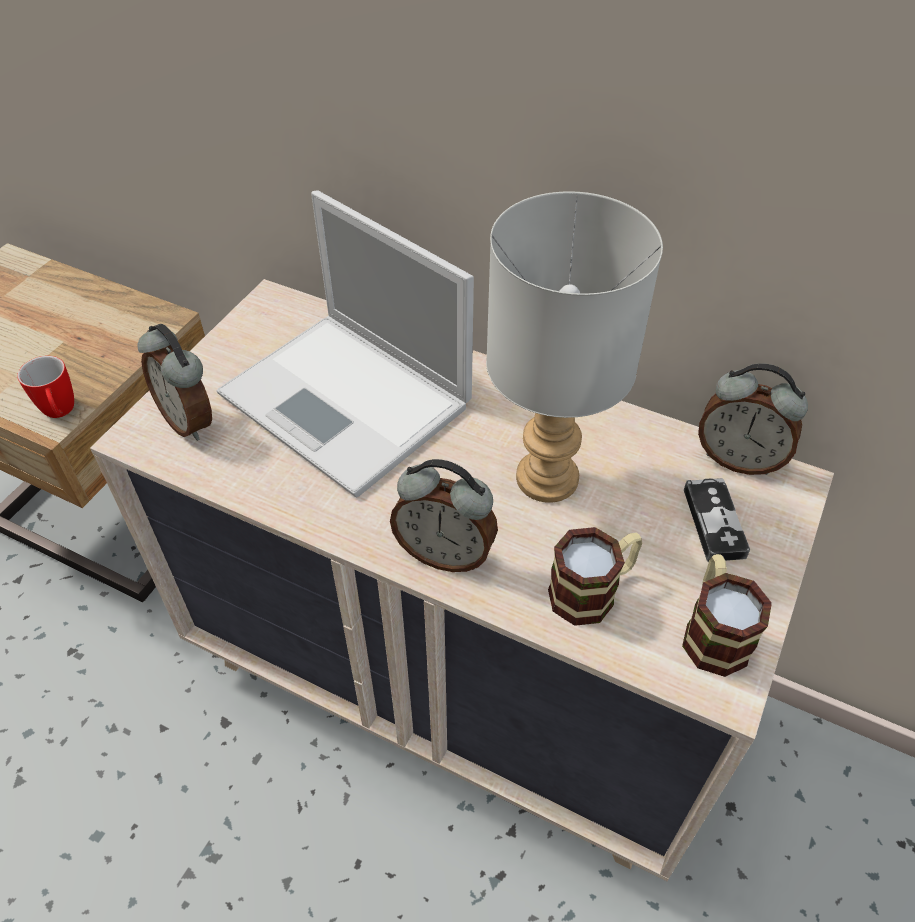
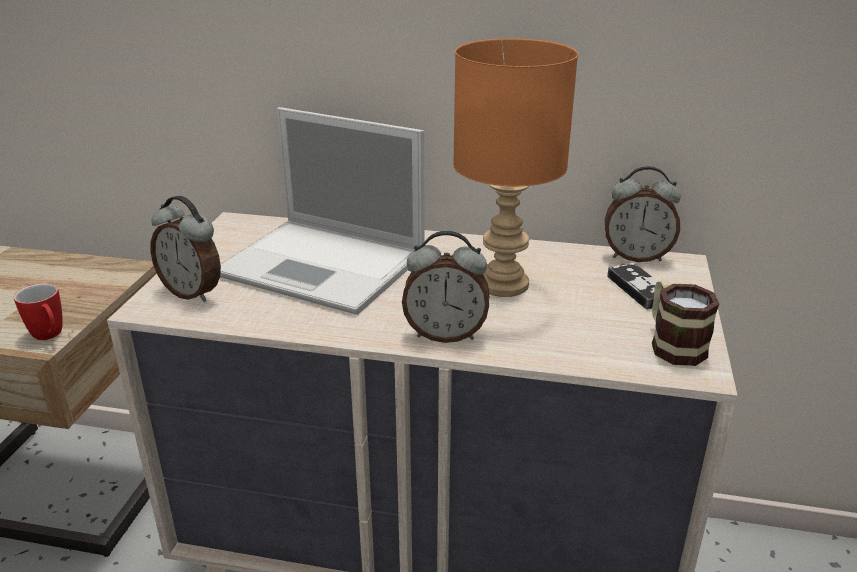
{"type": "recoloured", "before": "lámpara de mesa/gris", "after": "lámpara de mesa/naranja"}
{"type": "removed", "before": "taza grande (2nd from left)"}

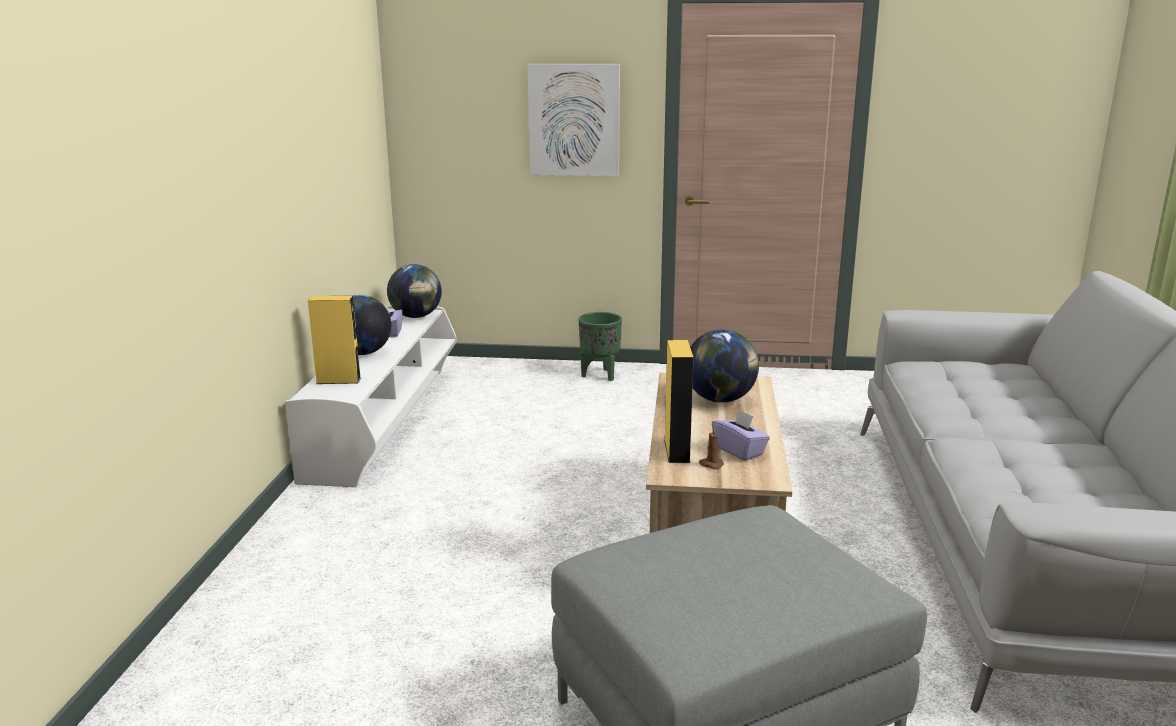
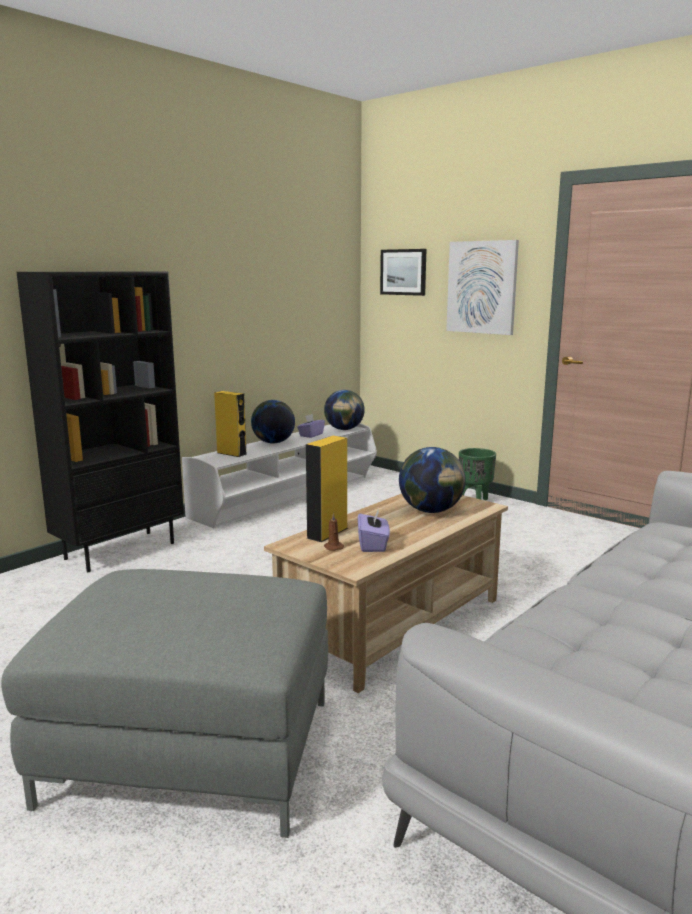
{"type": "added", "after": "estantería/negro"}
{"type": "added", "after": "cuadro (1st from left)"}

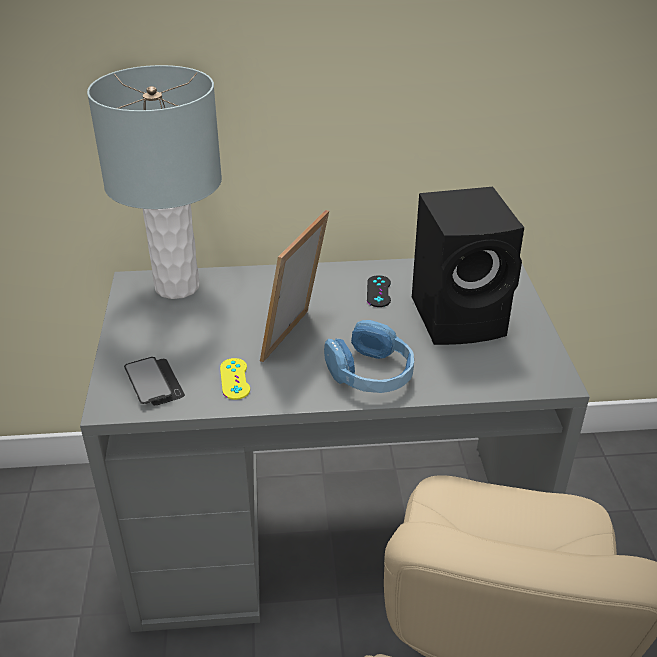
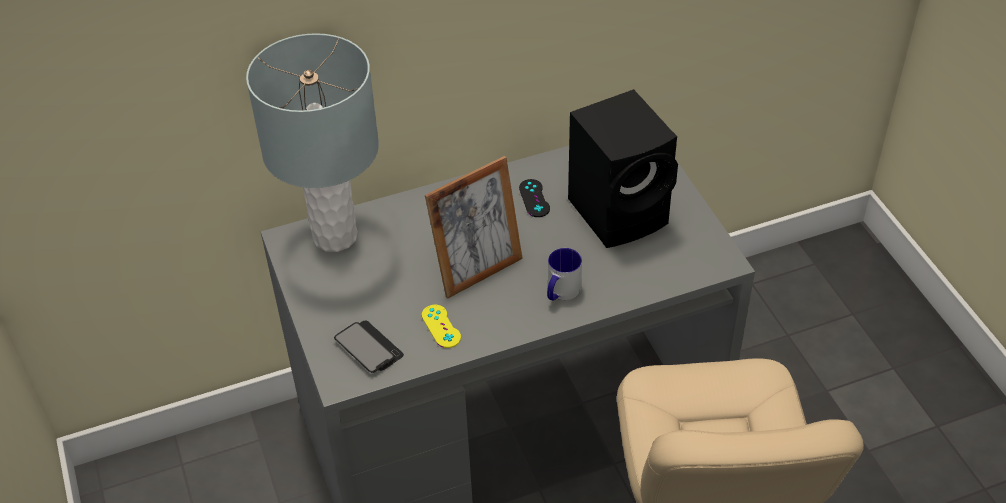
{"type": "turned", "before": "portarretratos", "turn": -135}
{"type": "replaced", "before": "auriculares/azul", "after": "taza grande"}

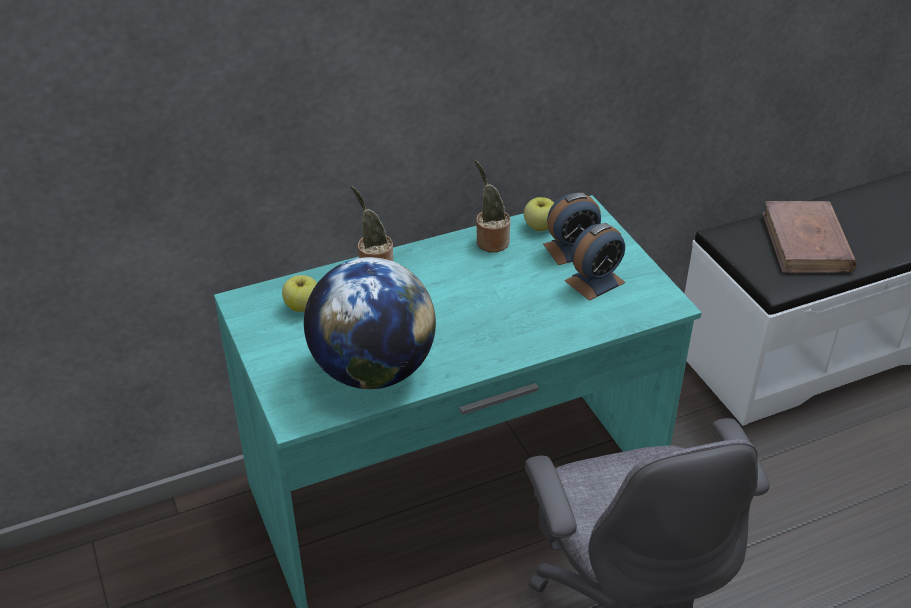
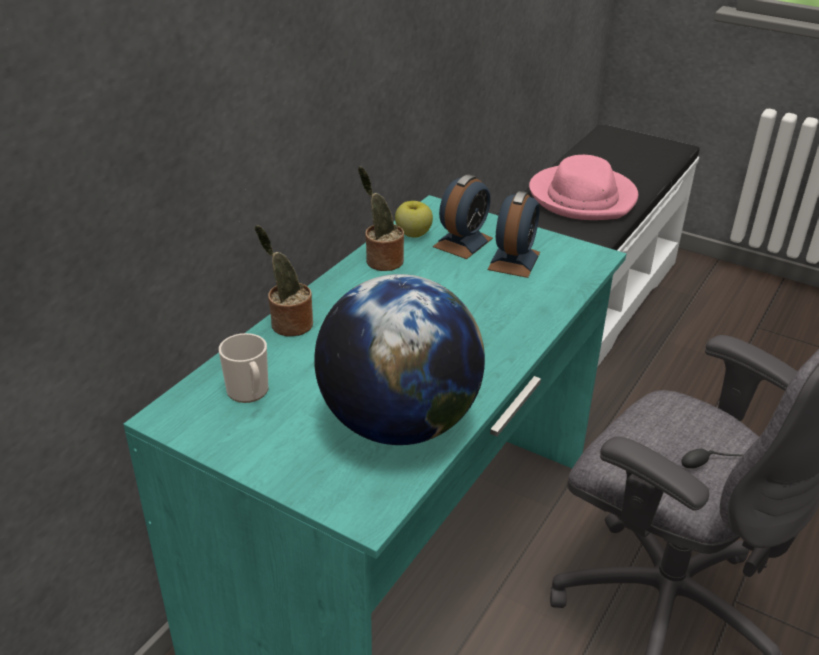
{"type": "replaced", "before": "manzana (1st from left)", "after": "taza grande"}
{"type": "replaced", "before": "libro/marrón", "after": "sombrero/rosa"}

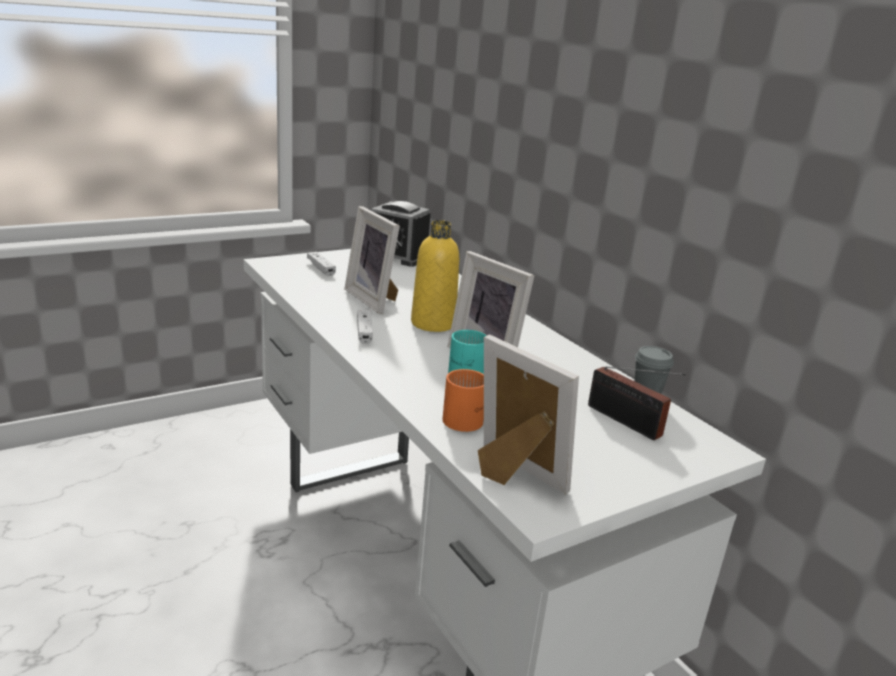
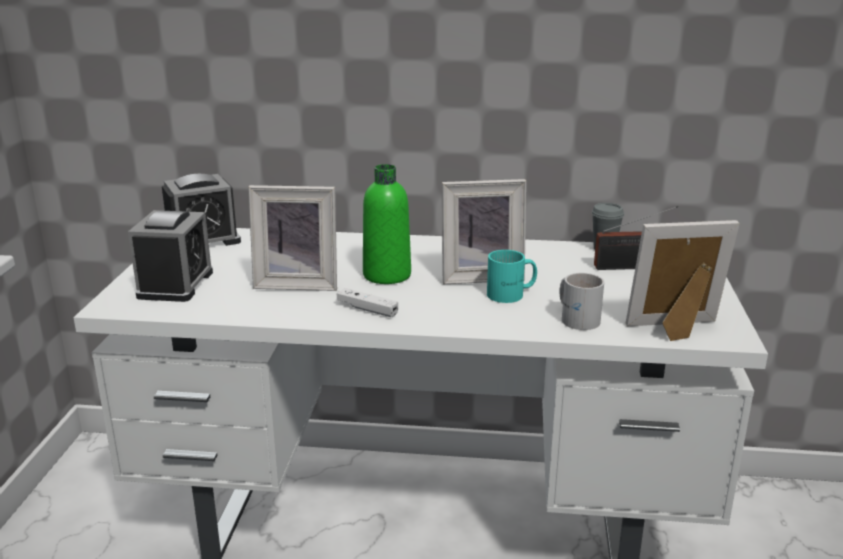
{"type": "replaced", "before": "mando de consola/blanco (1st from left)", "after": "despertador (1st from left)"}
{"type": "recoloured", "before": "botella/amarillo", "after": "botella/verde"}
{"type": "recoloured", "before": "taza grande/naranja", "after": "taza grande/blanco"}

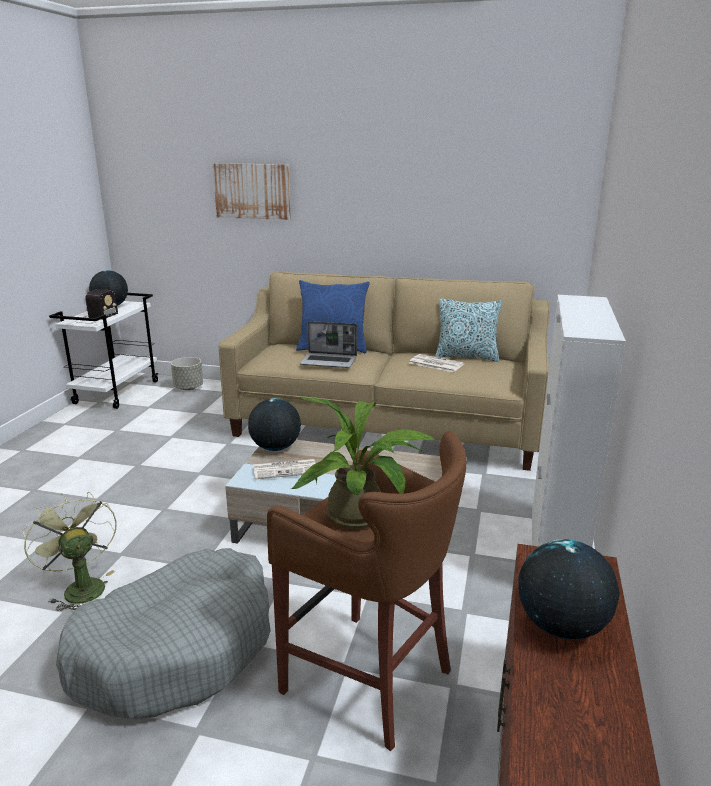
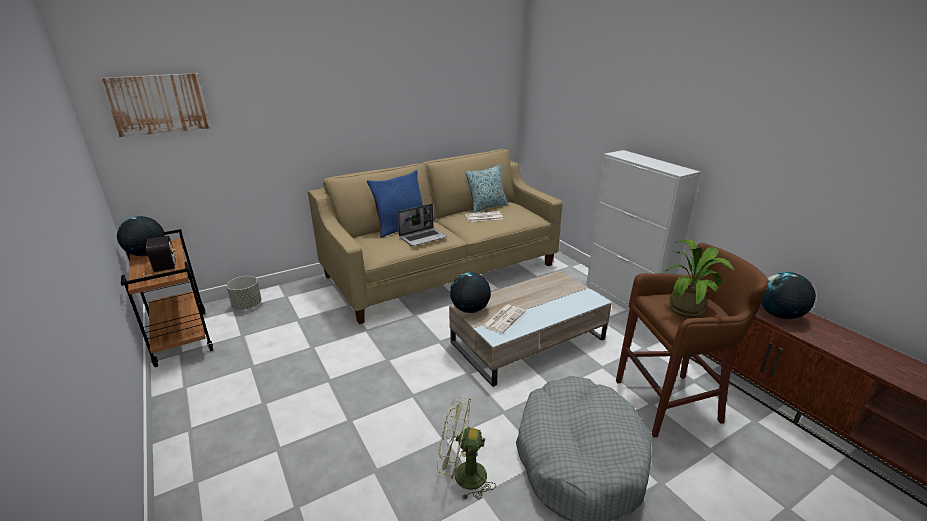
{"type": "moved", "before": "cuadro"}
{"type": "recoloured", "before": "carrito/blanco", "after": "carrito/marrón"}

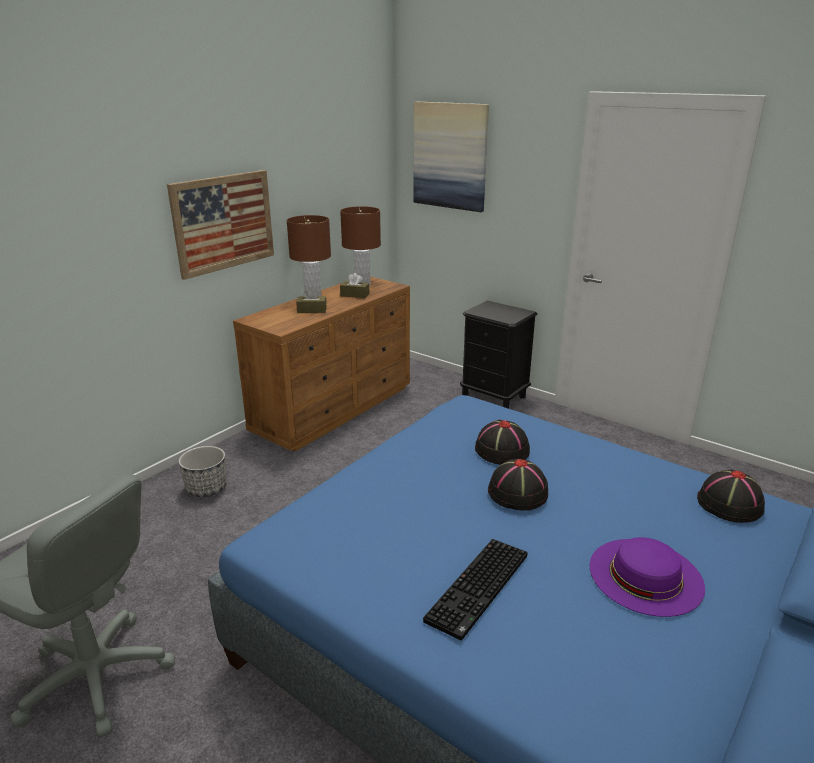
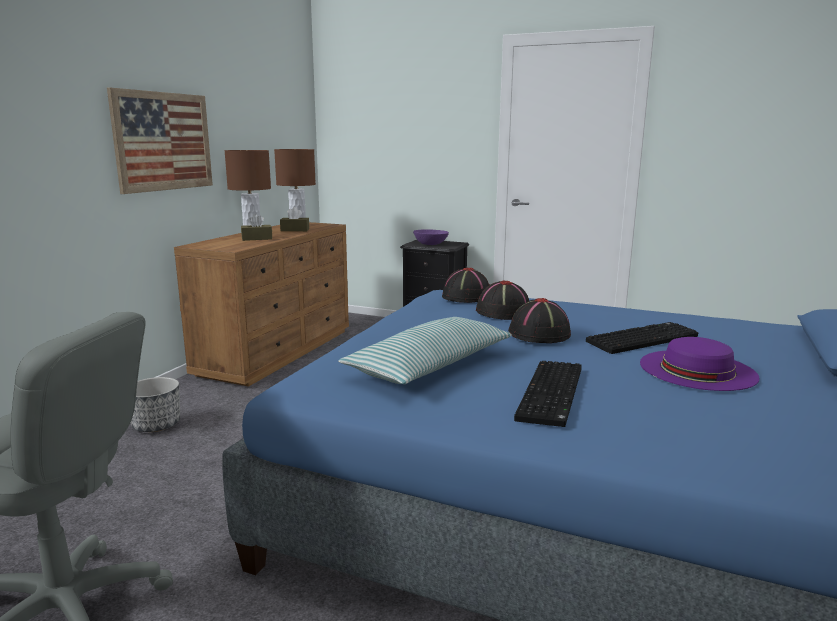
{"type": "added", "after": "cojín"}
{"type": "added", "after": "cuenco/morado"}
{"type": "moved", "before": "sombrero/negro (3rd from left in the first image)", "after": "sombrero/negro (1st from left)"}
{"type": "added", "after": "teclado (2nd from left)"}
{"type": "removed", "before": "cuadro (2nd from left)"}

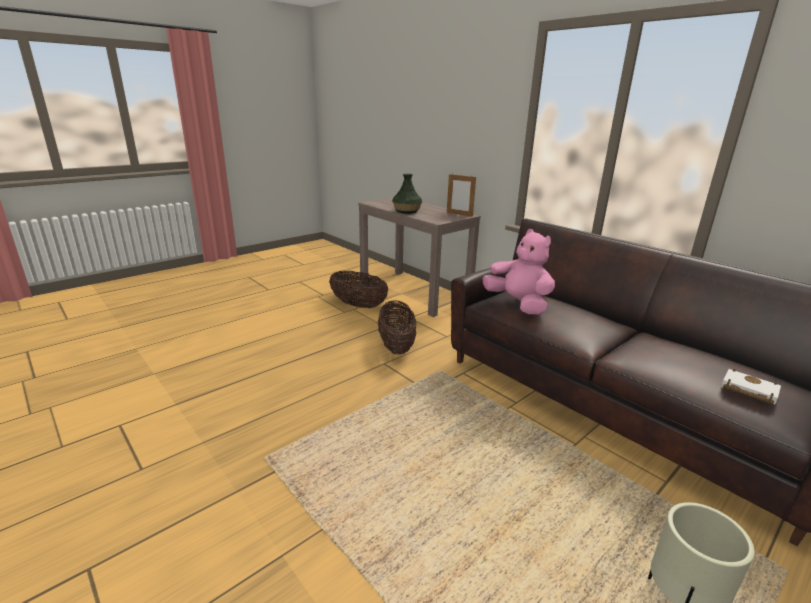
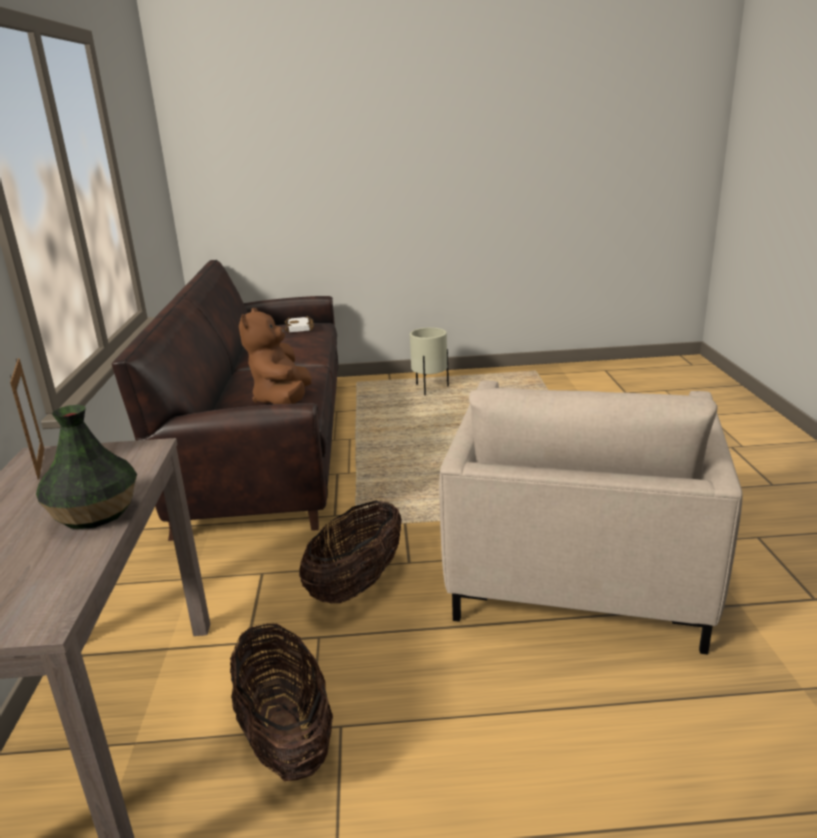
{"type": "recoloured", "before": "peluche/rosa", "after": "peluche/marrón"}
{"type": "added", "after": "sillón/beis"}

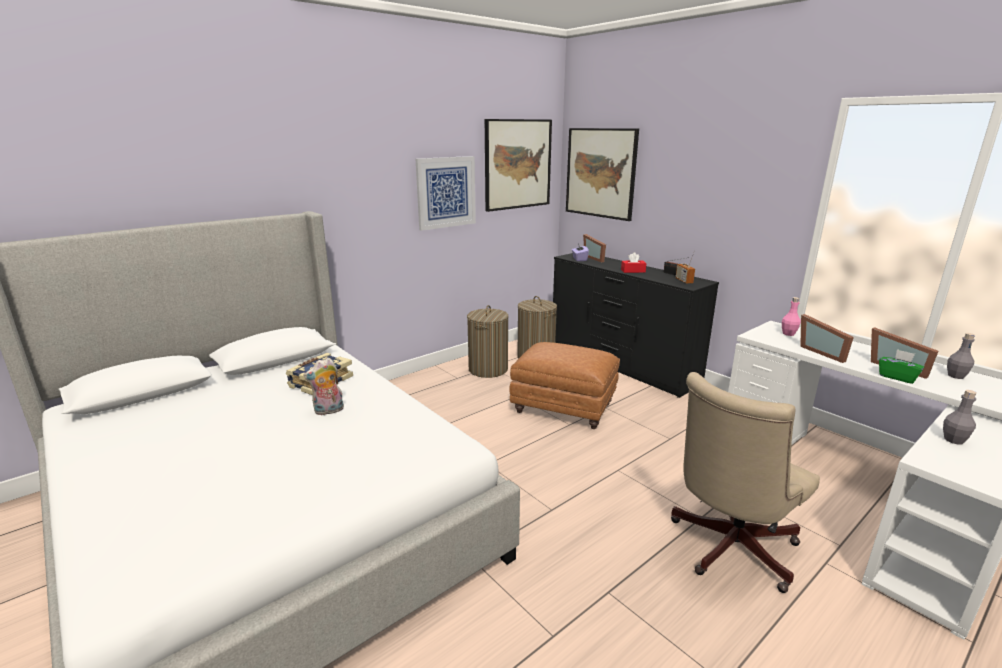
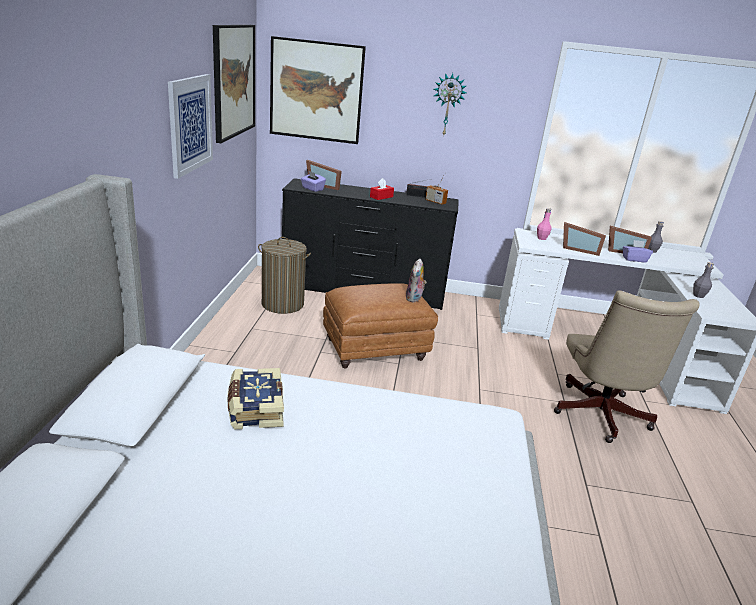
{"type": "moved", "before": "peluche"}
{"type": "added", "after": "reloj de pared"}
{"type": "recoloured", "before": "caja de pañuelos/verde", "after": "caja de pañuelos/morado (2nd from left)"}
{"type": "removed", "before": "cesto de la ropa (1st from left)"}

